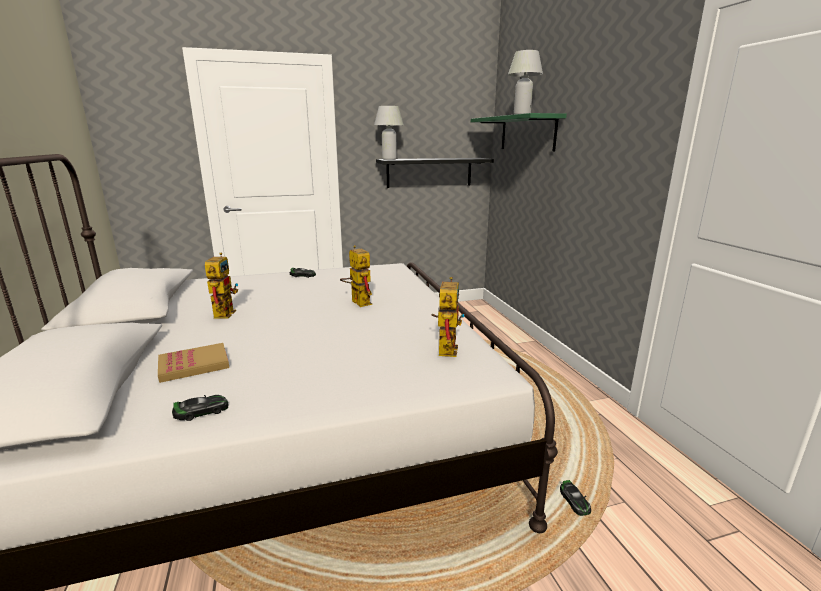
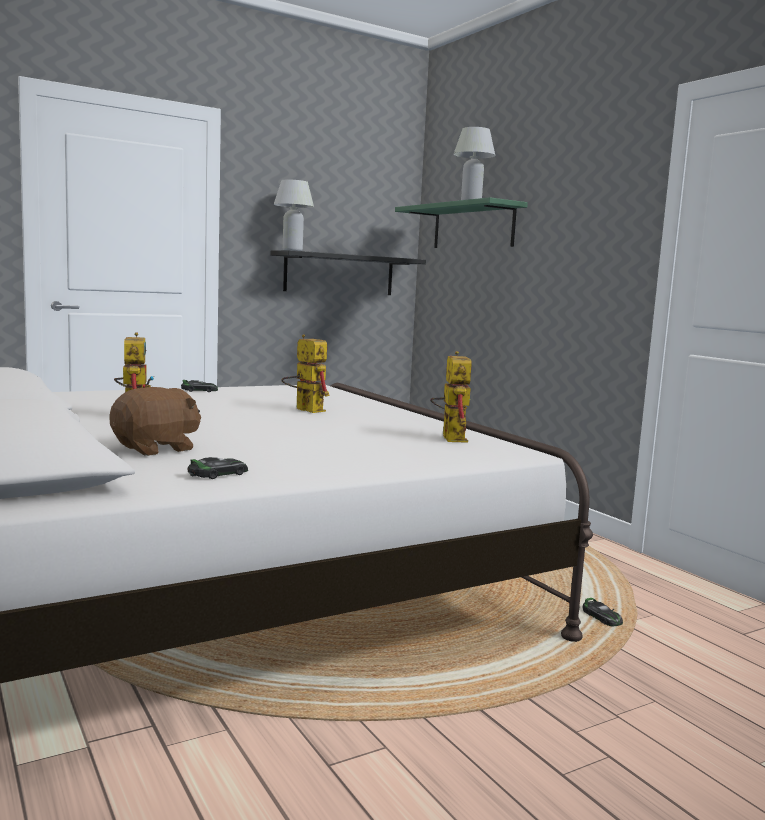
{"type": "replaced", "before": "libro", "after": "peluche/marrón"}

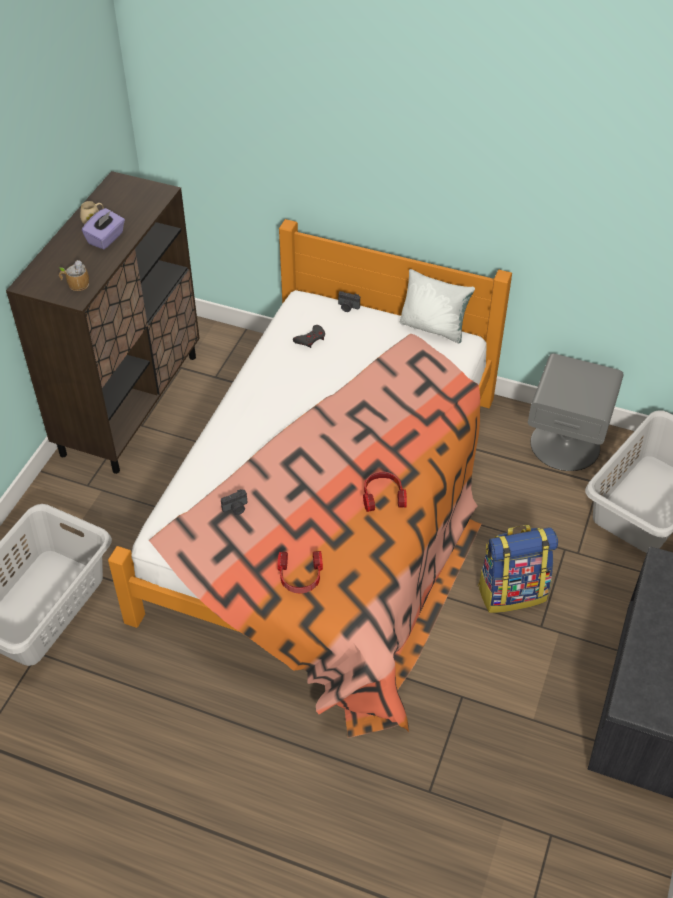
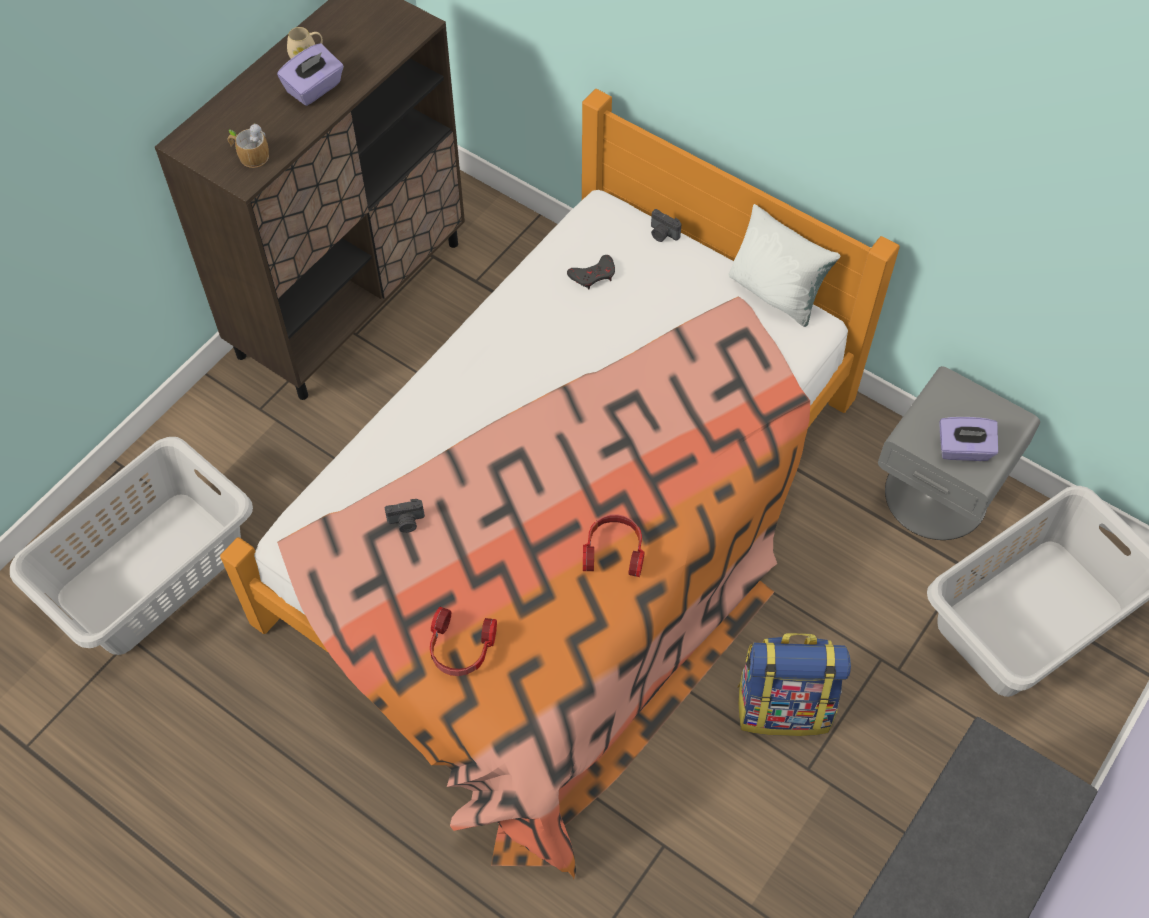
{"type": "added", "after": "caja de pañuelos/morado (2nd from left)"}

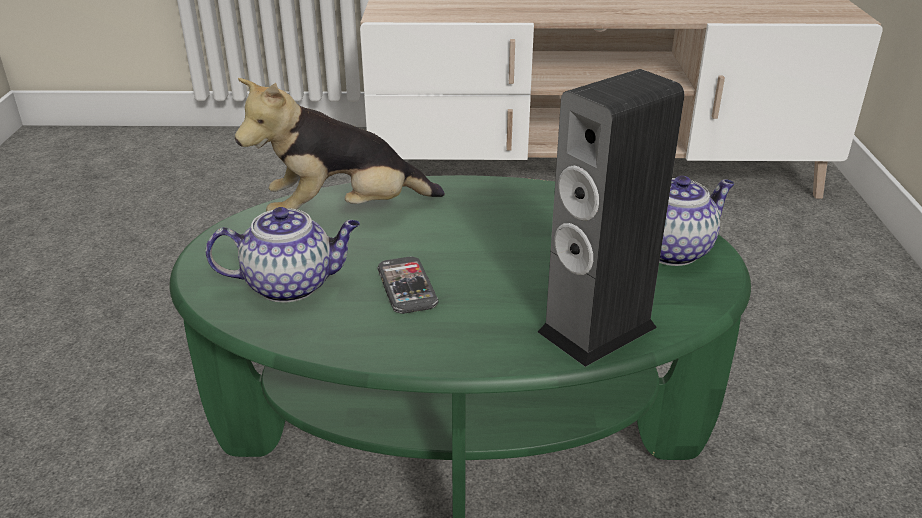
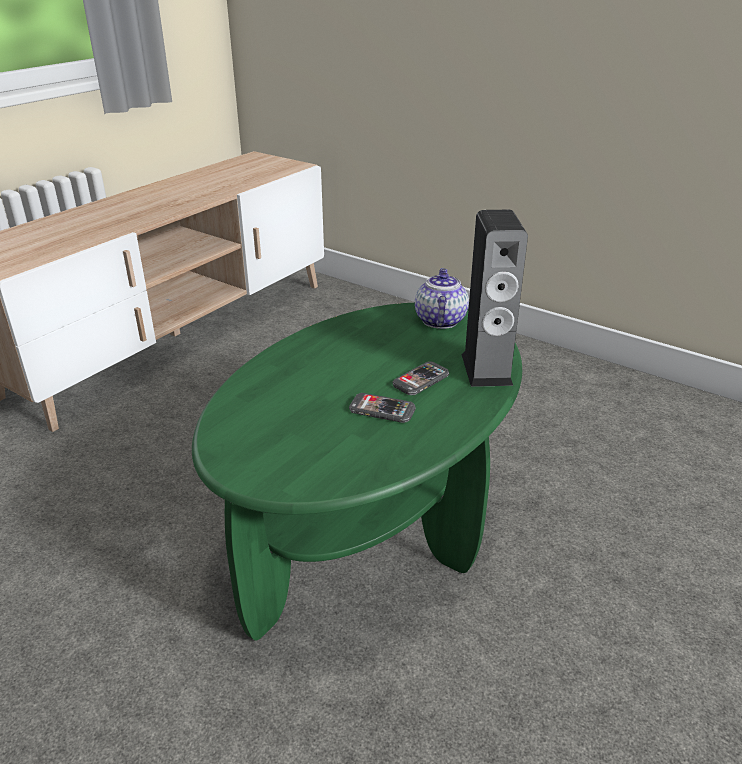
{"type": "added", "after": "móvil (2nd from left)"}
{"type": "removed", "before": "tetera (1st from left)"}
{"type": "removed", "before": "peluche"}

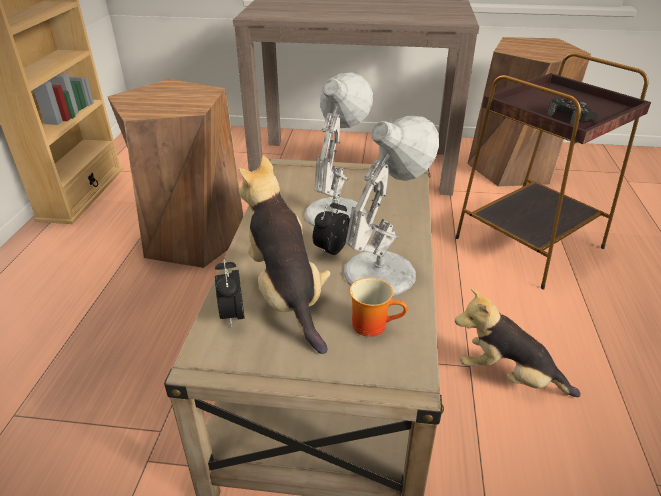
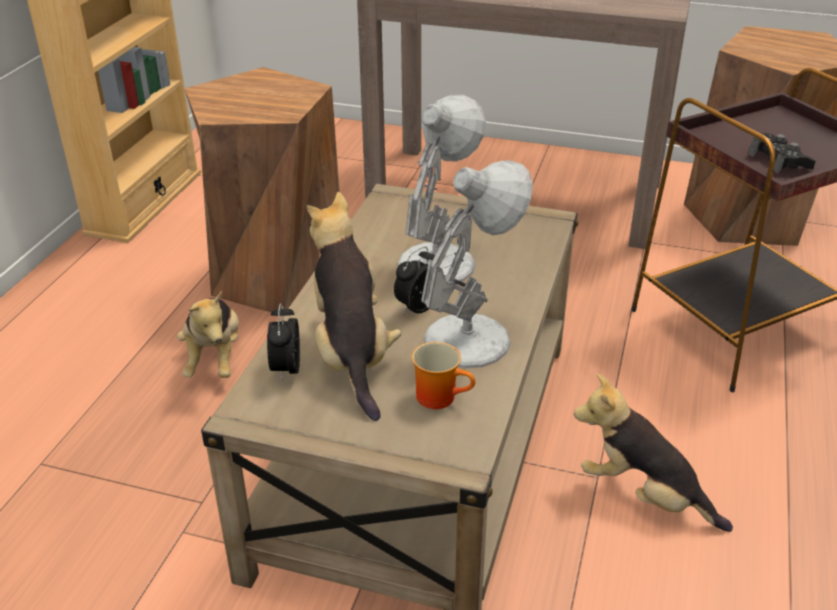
{"type": "added", "after": "peluche (1st from left)"}

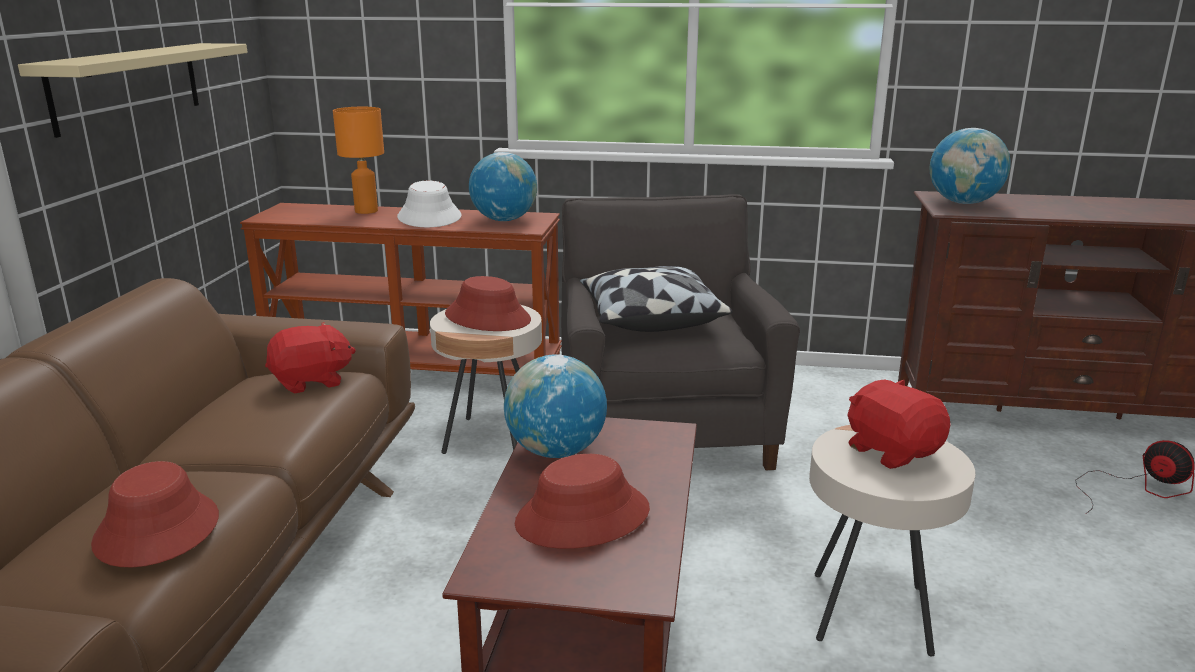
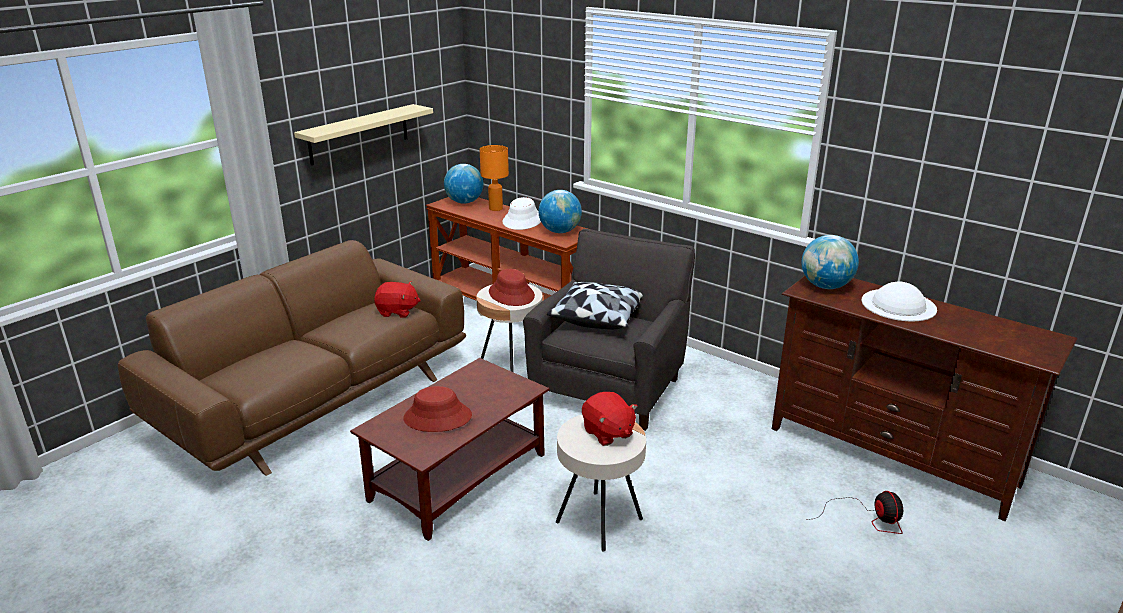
{"type": "moved", "before": "globo terráqueo (2nd from left in the first image)", "after": "globo terráqueo (1st from left)"}
{"type": "turned", "before": "peluche/rojo (2nd from left)", "turn": 150}
{"type": "added", "after": "sombrero/blanco (2nd from left)"}
{"type": "removed", "before": "sombrero/rojo (1st from left)"}

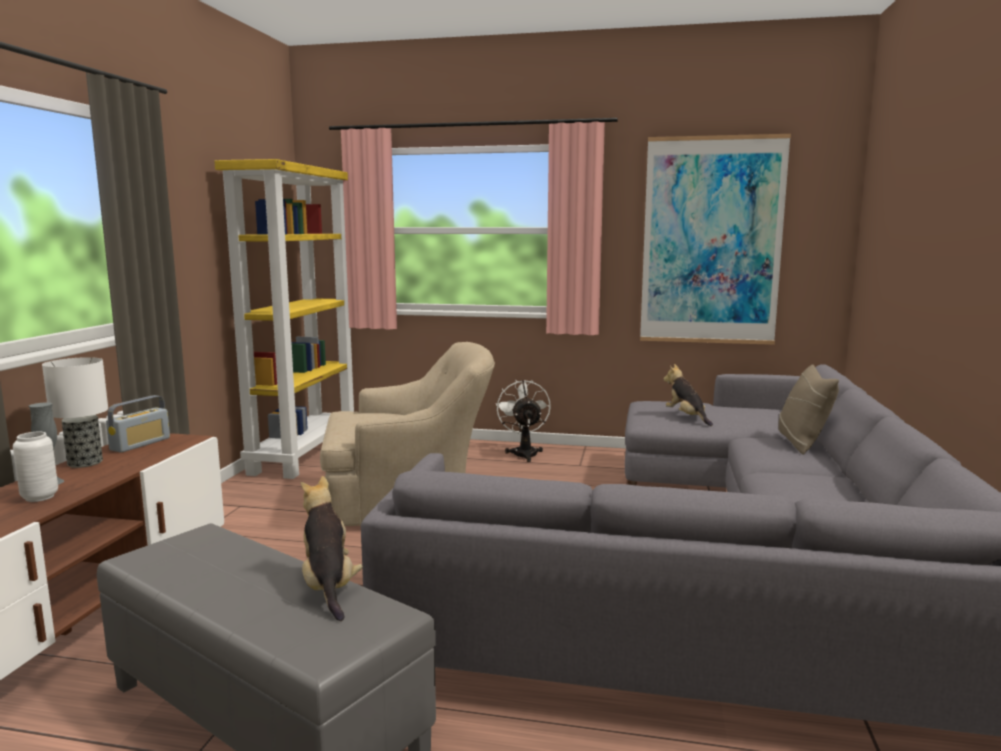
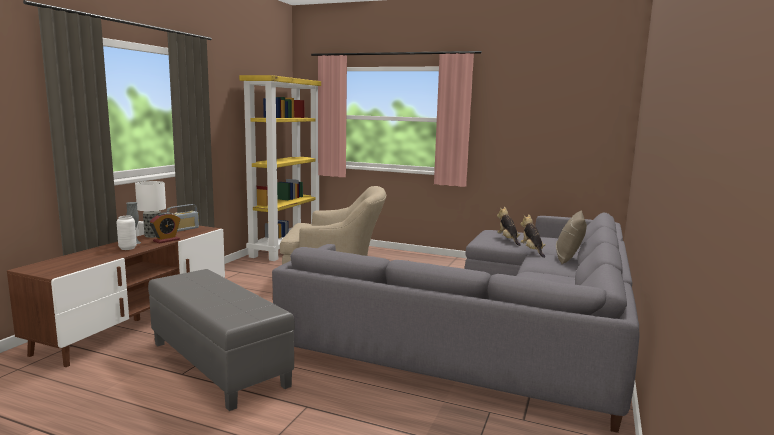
{"type": "added", "after": "despertador"}
{"type": "moved", "before": "peluche (1st from left in the first image)", "after": "peluche (2nd from left)"}
{"type": "removed", "before": "ventilador/blanco"}
{"type": "removed", "before": "cuadro"}

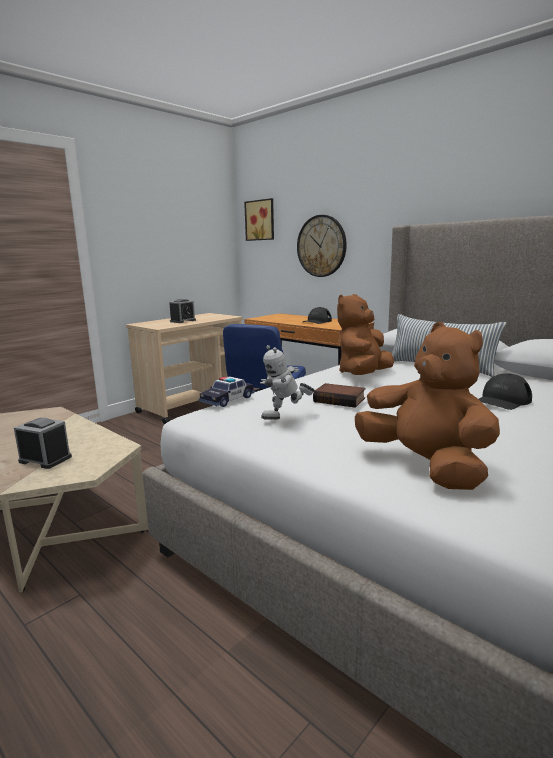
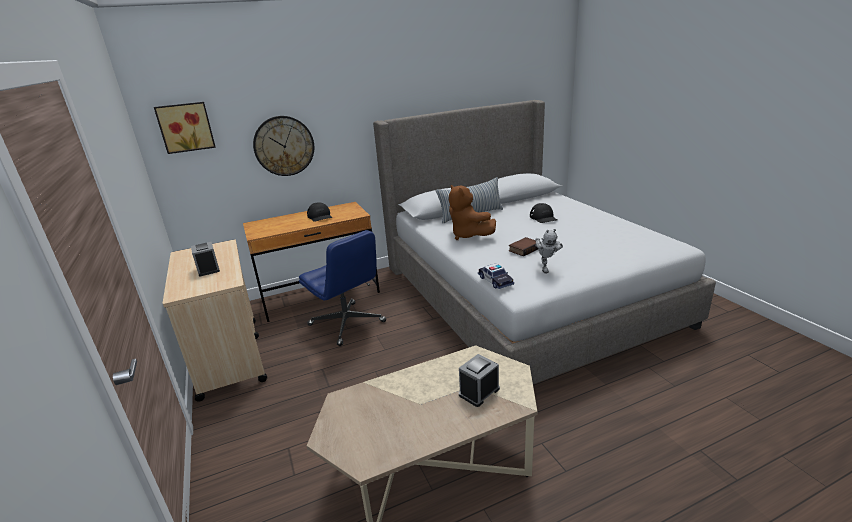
{"type": "removed", "before": "peluche/marrón (2nd from left)"}

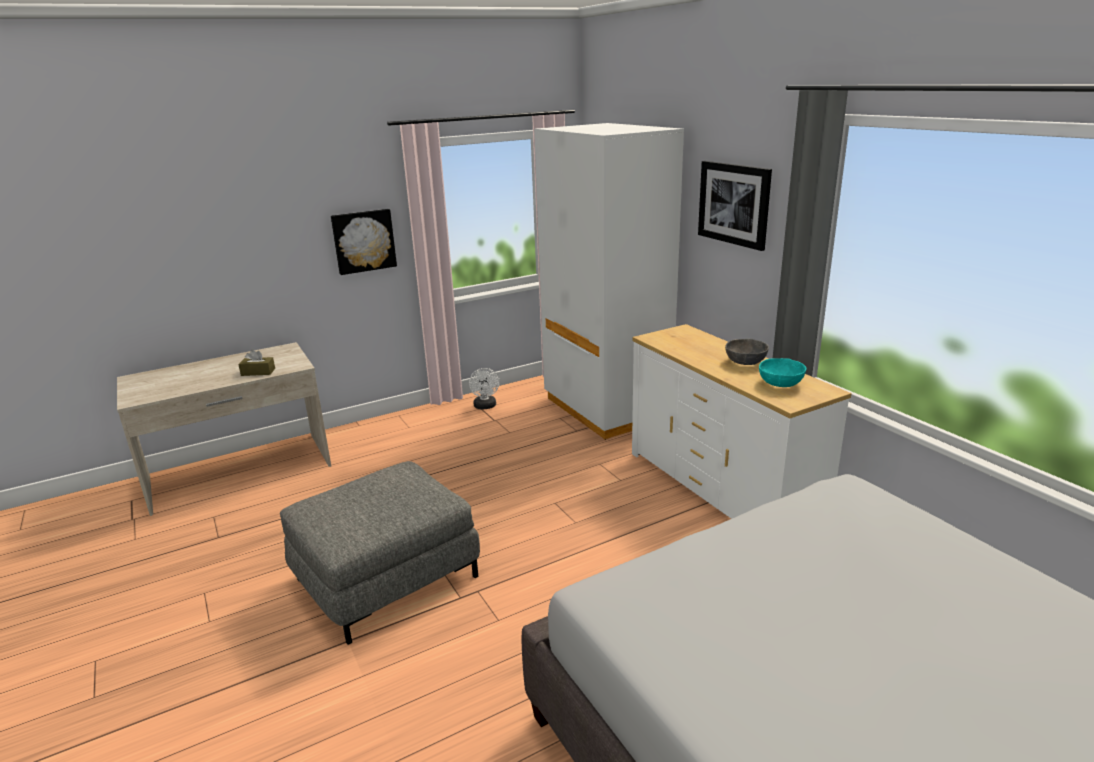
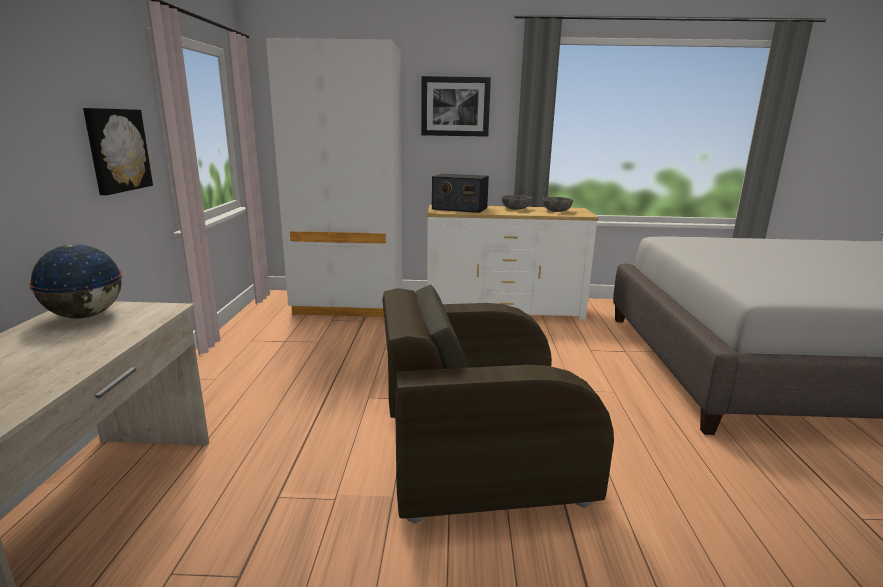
{"type": "added", "after": "globo terráqueo"}
{"type": "replaced", "before": "puf/gris", "after": "sillón/marrón"}
{"type": "added", "after": "radio"}
{"type": "recoloured", "before": "cuenco/turquesa", "after": "cuenco/gris (2nd from left)"}
{"type": "removed", "before": "caja de pañuelos/marrón"}
{"type": "removed", "before": "ventilador/blanco"}

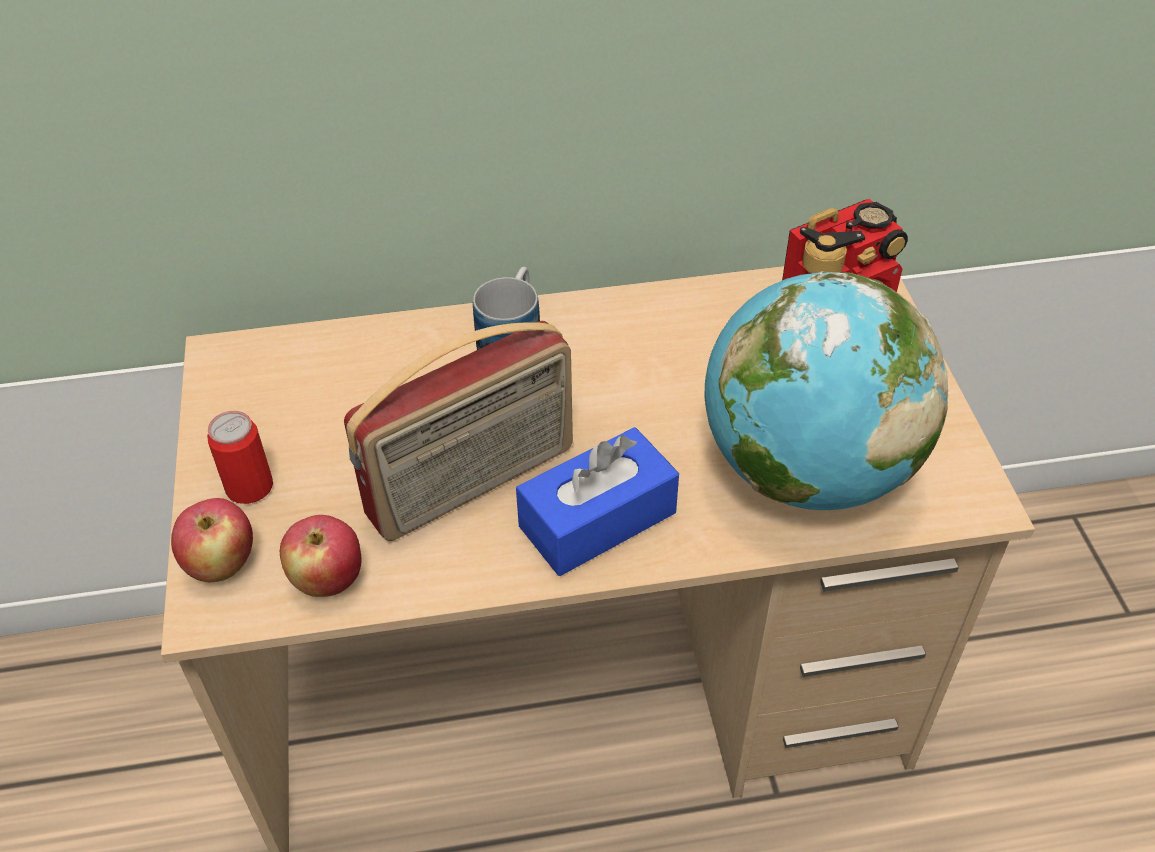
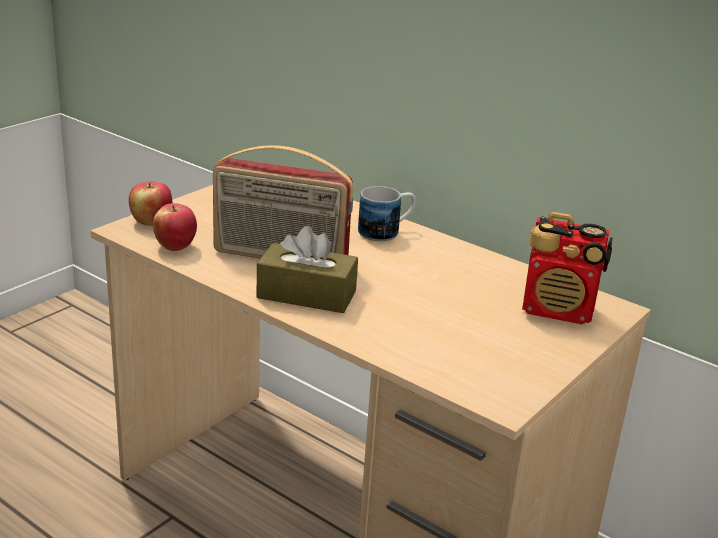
{"type": "recoloured", "before": "caja de pañuelos/azul", "after": "caja de pañuelos/marrón"}
{"type": "removed", "before": "lata"}
{"type": "removed", "before": "globo terráqueo"}

